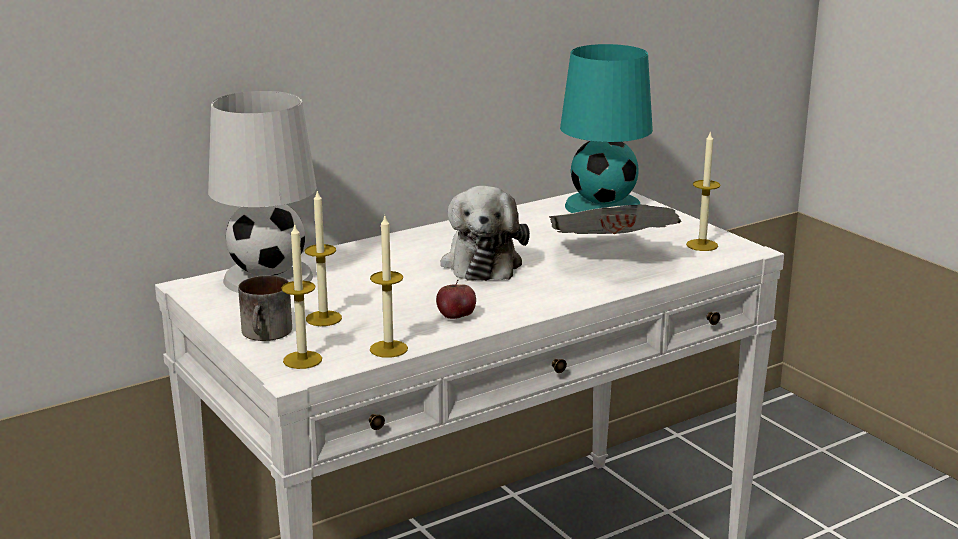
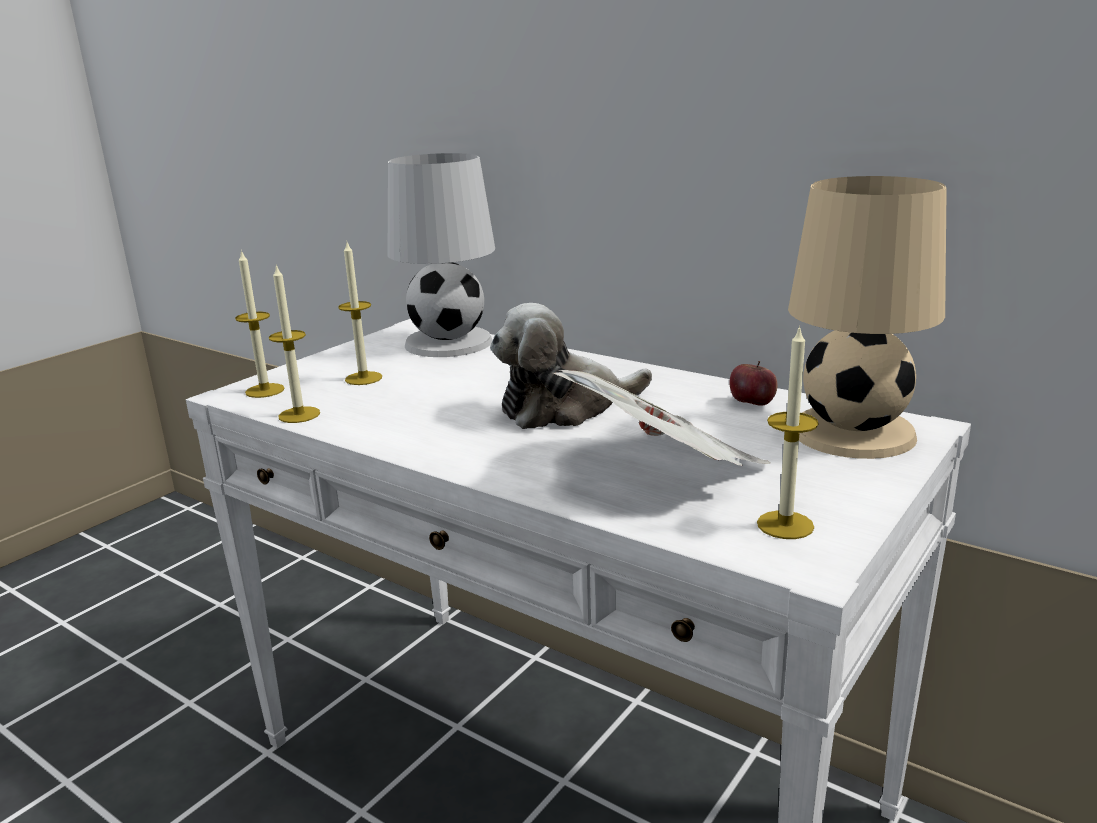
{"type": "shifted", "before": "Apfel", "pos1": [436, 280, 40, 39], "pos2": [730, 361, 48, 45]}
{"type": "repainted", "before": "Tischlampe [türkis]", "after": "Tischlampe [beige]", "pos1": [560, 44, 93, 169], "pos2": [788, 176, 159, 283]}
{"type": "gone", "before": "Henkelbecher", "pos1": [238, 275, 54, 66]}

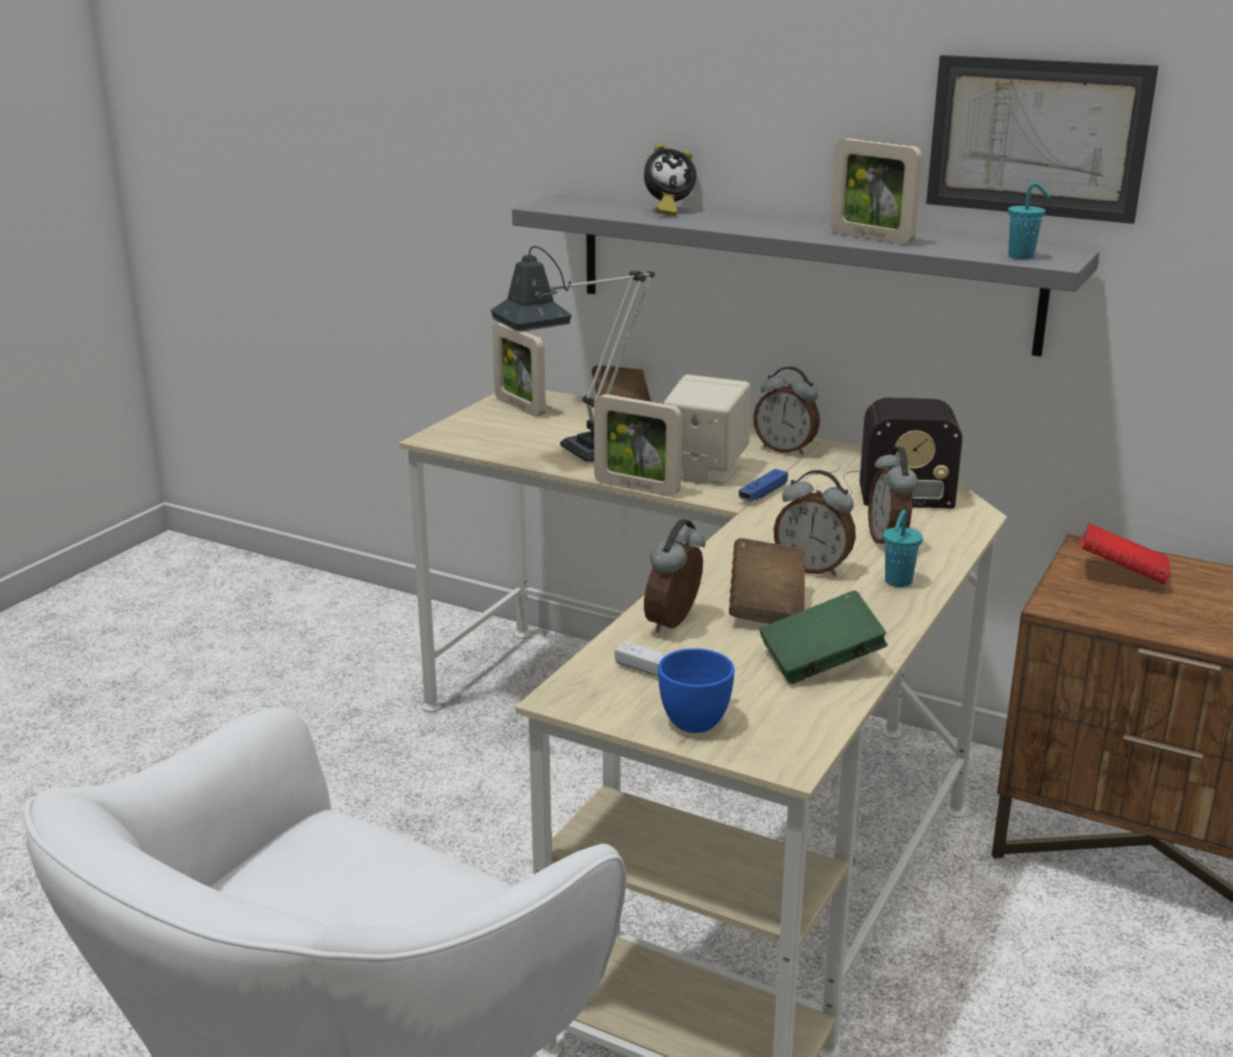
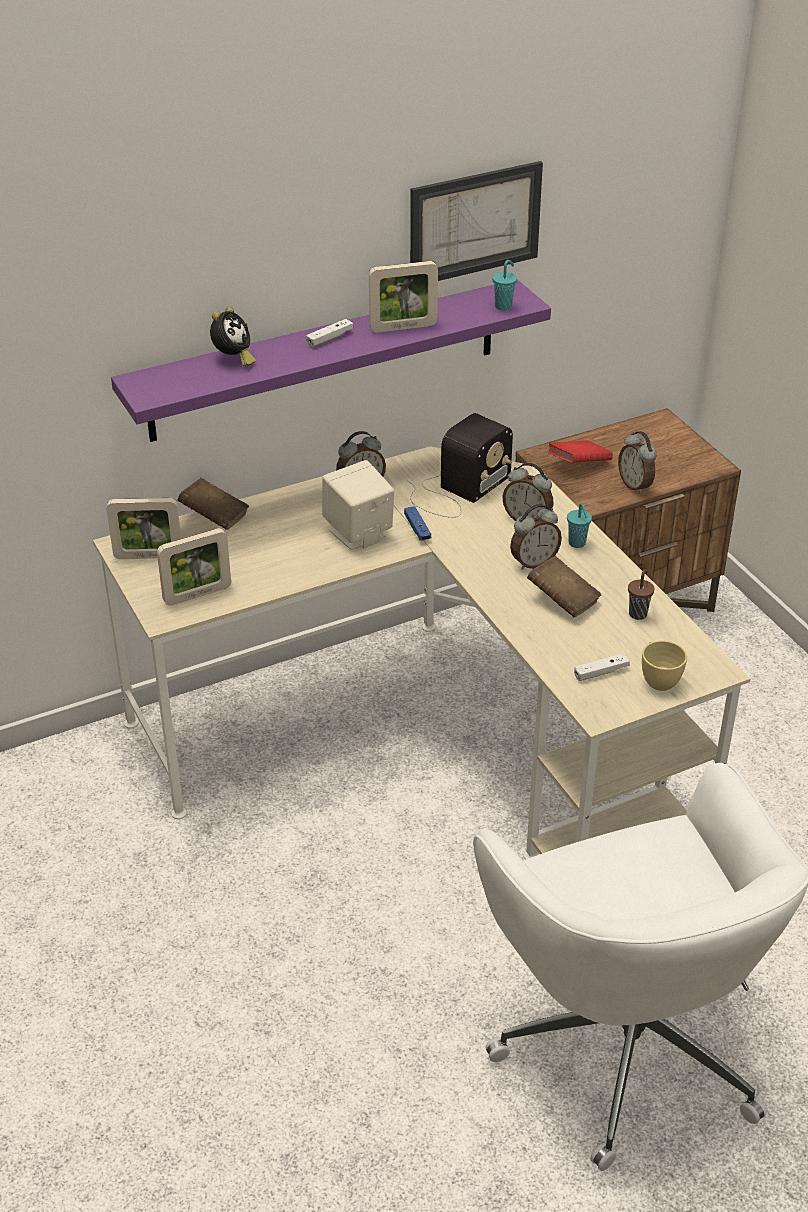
{"type": "repainted", "before": "Wandregal [grau]", "after": "Wandregal [lila]", "pos1": [512, 194, 587, 163], "pos2": [111, 279, 440, 163]}
{"type": "shifted", "before": "Bilderrahmen", "pos1": [594, 394, 88, 102], "pos2": [157, 528, 74, 78]}
{"type": "new", "after": "Gamepad [weiß]", "pos2": [306, 319, 47, 28]}
{"type": "shifted", "before": "Wecker", "pos1": [644, 519, 62, 114], "pos2": [618, 431, 39, 63]}
{"type": "swapped", "before": "Buch [grün]", "after": "Tasse [braun]", "pos1": [760, 590, 128, 94], "pos2": [628, 569, 27, 51]}
{"type": "repainted", "before": "Tasse [blau]", "after": "Tasse [gelb]", "pos1": [658, 648, 76, 85], "pos2": [642, 640, 45, 51]}
{"type": "gone", "before": "Tischlampe", "pos1": [491, 246, 164, 216]}

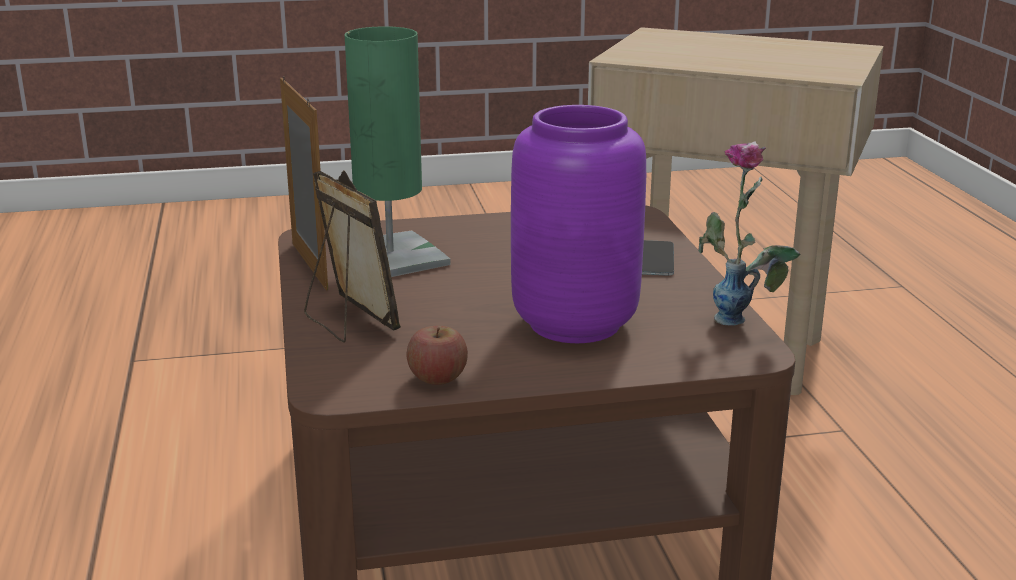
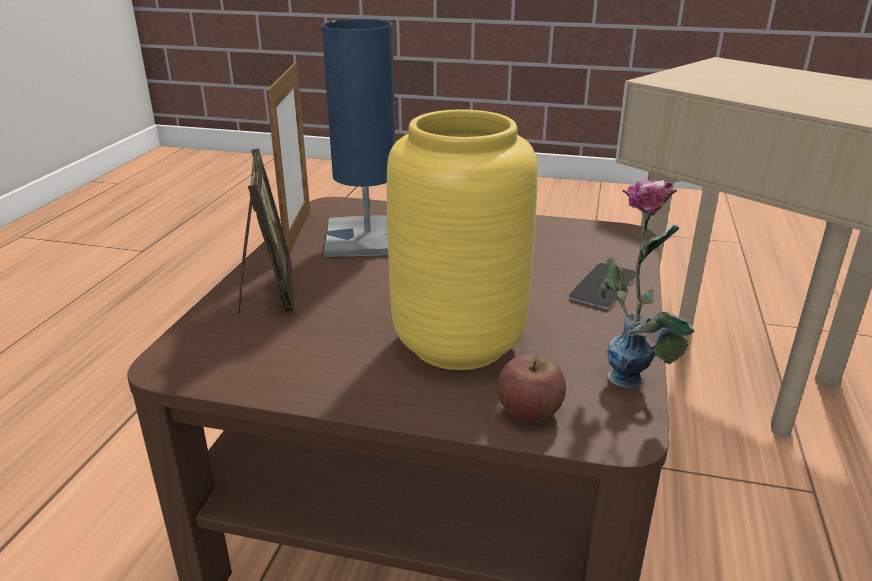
{"type": "repainted", "before": "Tischlampe [grün]", "after": "Tischlampe [blau]", "pos1": [345, 26, 106, 251], "pos2": [322, 19, 74, 238]}
{"type": "repainted", "before": "Vase [lila]", "after": "Vase [gelb]", "pos1": [511, 105, 135, 238], "pos2": [387, 109, 151, 261]}
{"type": "shifted", "before": "Apfel", "pos1": [407, 326, 61, 59], "pos2": [498, 354, 68, 68]}

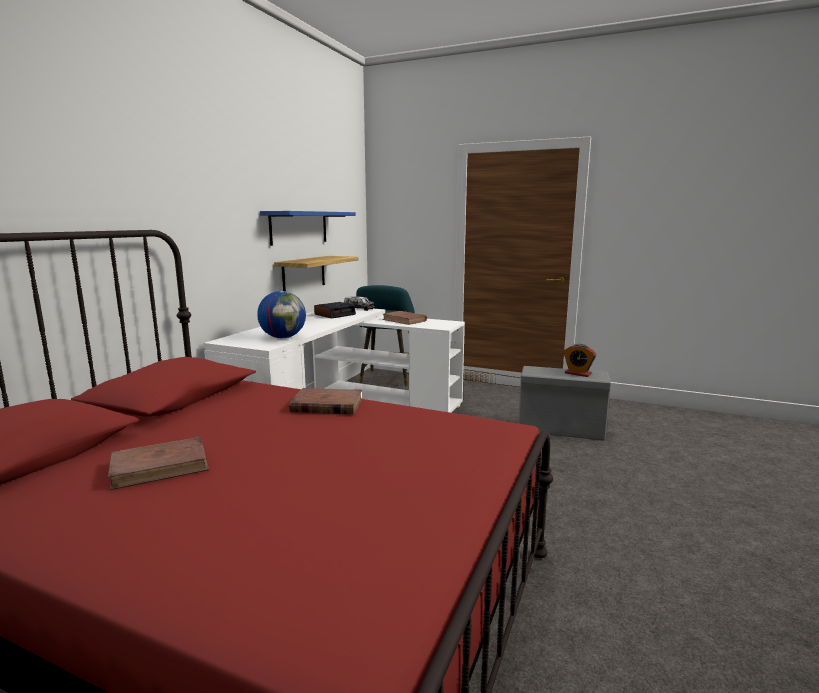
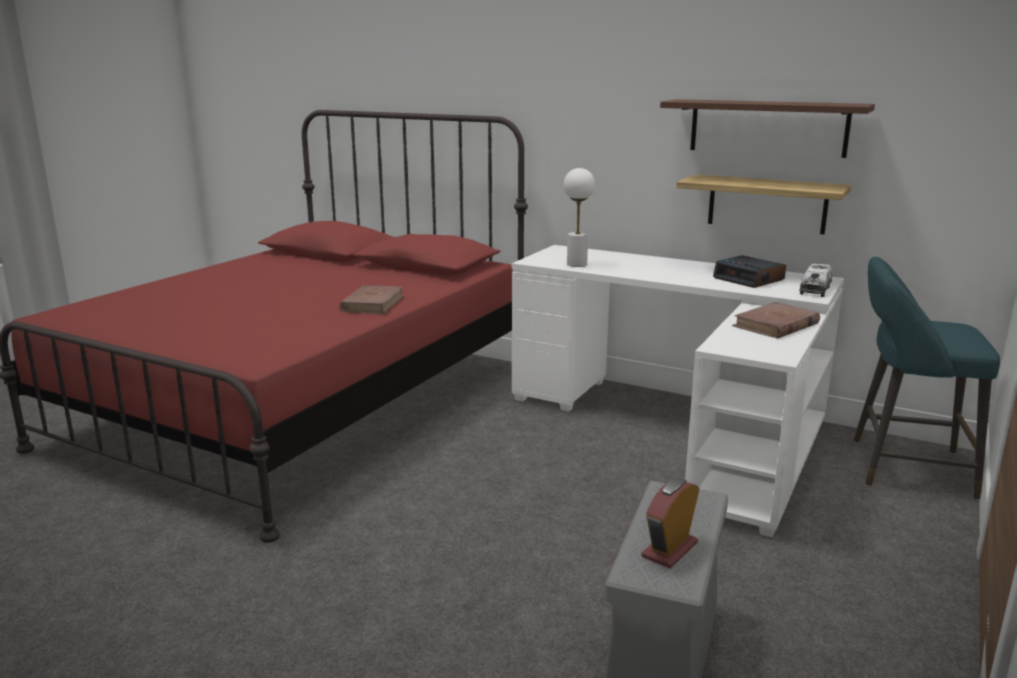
{"type": "swapped", "before": "Globus", "after": "Tischlampe [weiß]", "pos1": [257, 291, 49, 47], "pos2": [564, 168, 31, 99]}
{"type": "repainted", "before": "Wandregal [blau]", "after": "Wandregal [braun]", "pos1": [260, 211, 96, 35], "pos2": [660, 99, 215, 59]}
{"type": "gone", "before": "Buch [braun]", "pos1": [108, 437, 101, 53]}

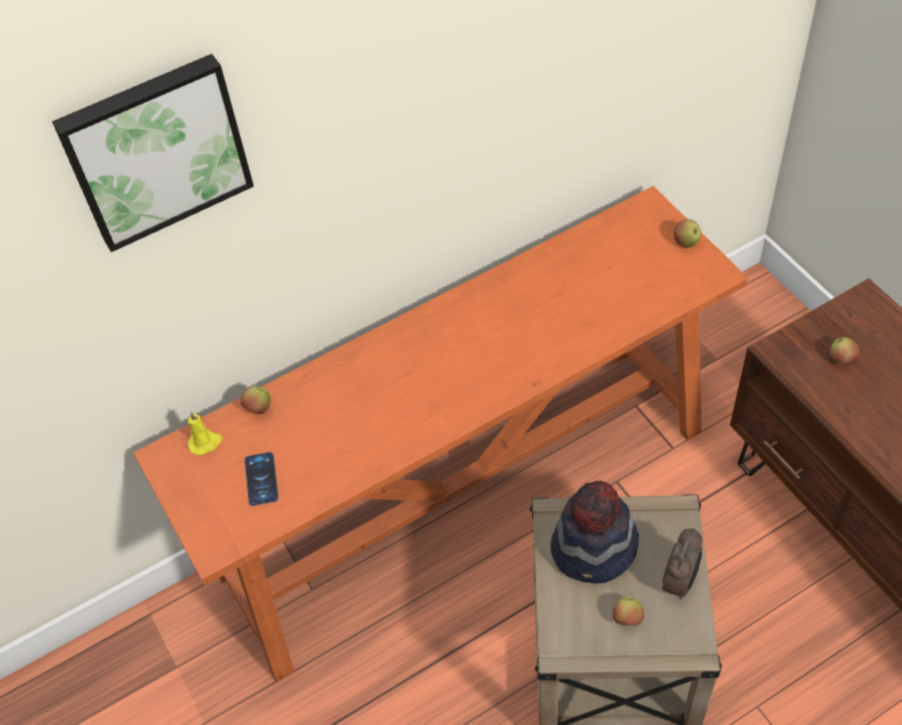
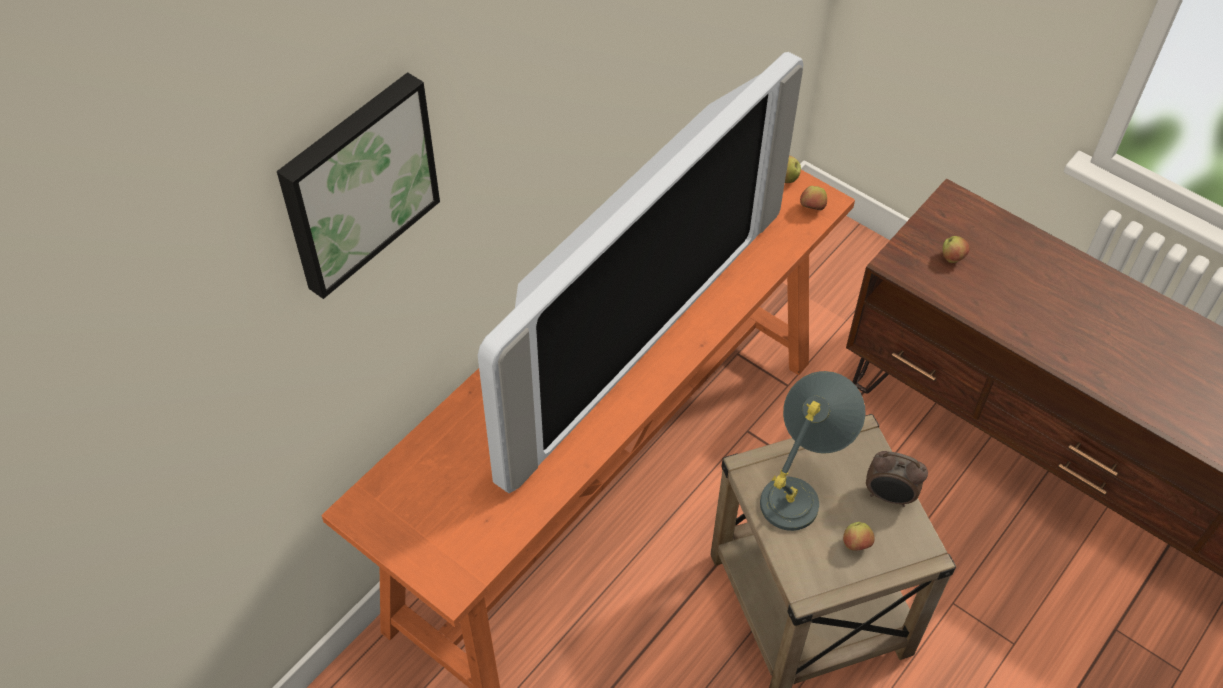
{"type": "new", "after": "Fernseher", "pos2": [478, 52, 325, 441]}
{"type": "swapped", "before": "Hut", "after": "Tischlampe [grau]", "pos1": [550, 481, 89, 103], "pos2": [760, 371, 106, 160]}
{"type": "shifted", "before": "Apfel", "pos1": [241, 386, 30, 28], "pos2": [800, 186, 27, 24]}
{"type": "rotated", "before": "Wecker", "pos1": [662, 528, 40, 71], "pos2": [866, 451, 62, 56], "turn": 105}
{"type": "gone", "before": "Kerze [gelb]", "pos1": [188, 412, 34, 44]}
{"type": "gone", "before": "Handy", "pos1": [245, 452, 33, 54]}

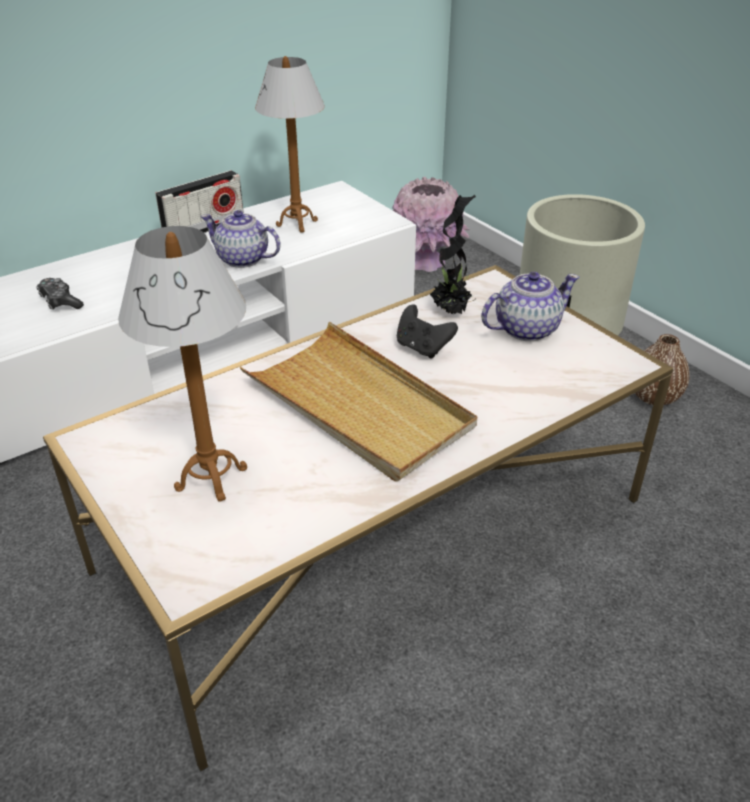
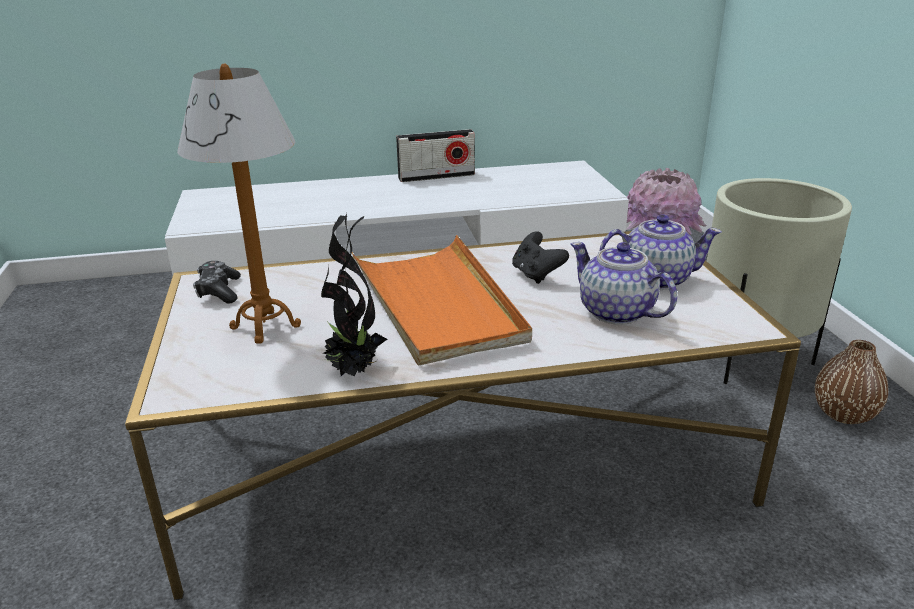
{"type": "shifted", "before": "Gamepad", "pos1": [36, 278, 48, 32], "pos2": [193, 261, 48, 43]}
{"type": "shifted", "before": "Topfpflanze", "pos1": [430, 195, 46, 119], "pos2": [321, 213, 66, 164]}
{"type": "repainted", "before": "Tablett [beige]", "after": "Tablett [orange]", "pos1": [240, 322, 237, 160], "pos2": [352, 235, 180, 131]}
{"type": "shifted", "before": "Teekanne", "pos1": [200, 210, 81, 58], "pos2": [570, 242, 108, 83]}
{"type": "gone", "before": "Tischlampe", "pos1": [255, 56, 70, 177]}

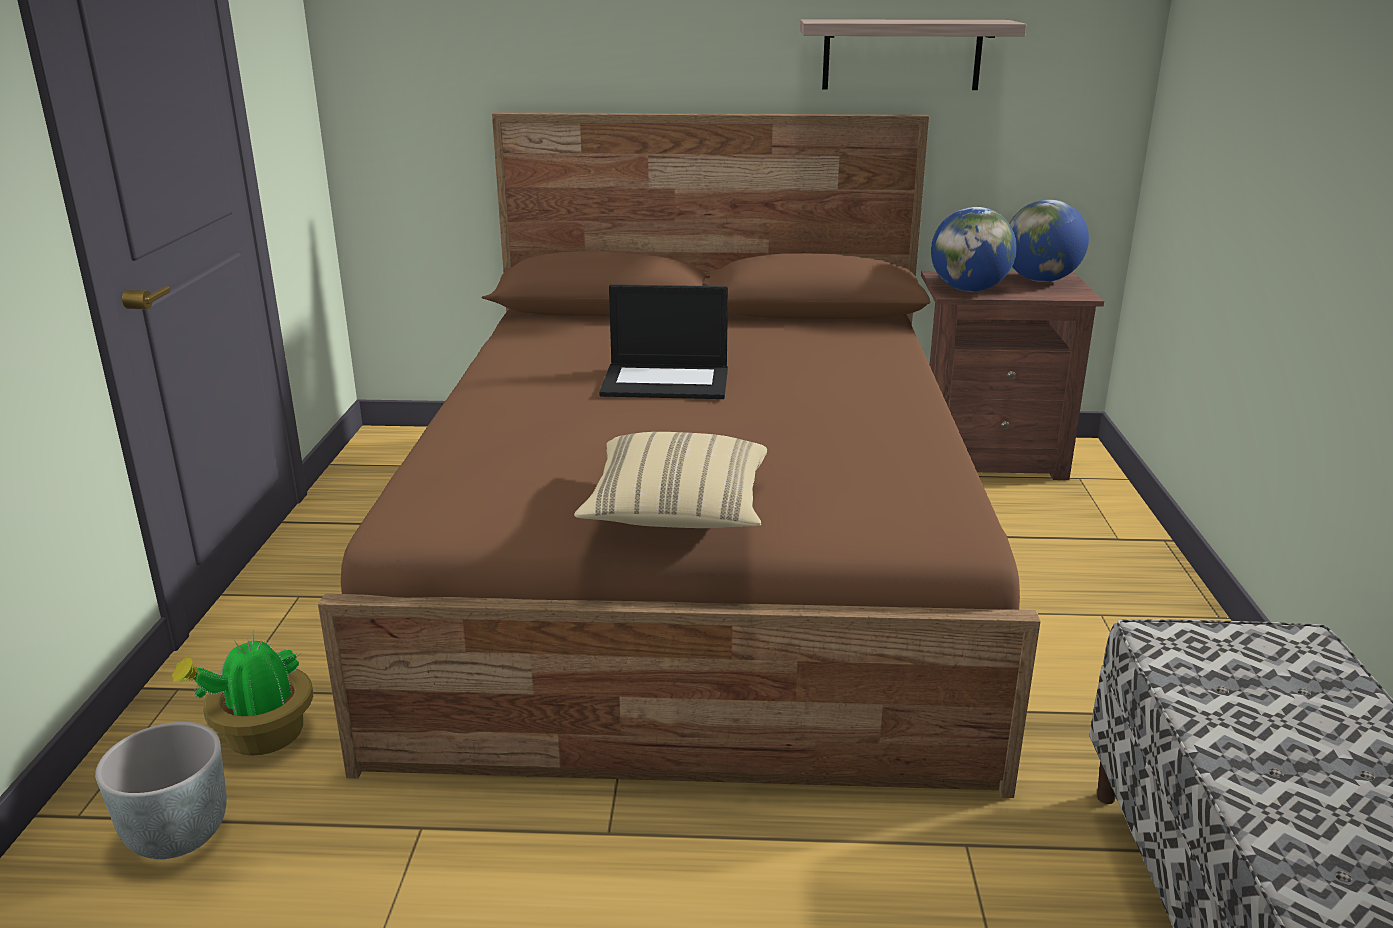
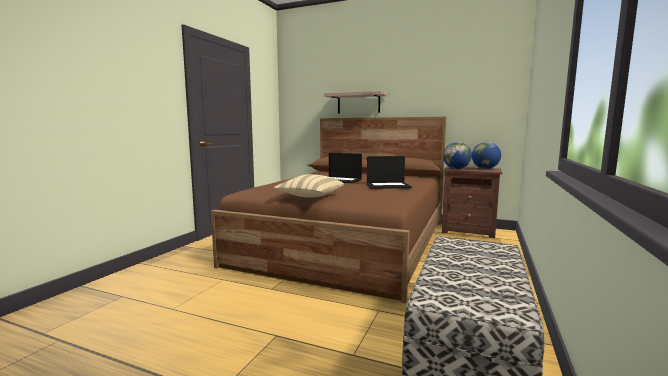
{"type": "shifted", "before": "Wandregal", "pos1": [800, 19, 226, 71], "pos2": [324, 91, 63, 22]}
{"type": "new", "after": "Laptop", "pos2": [366, 156, 46, 33]}
{"type": "gone", "before": "Pflanzkübel [grau]", "pos1": [95, 722, 132, 137]}
{"type": "gone", "before": "Topfpflanze", "pos1": [172, 635, 141, 121]}

